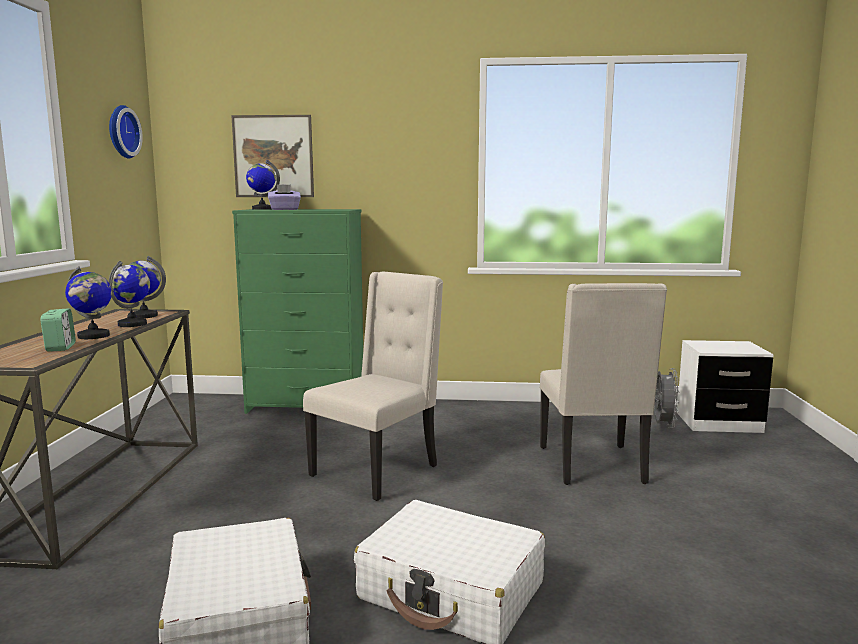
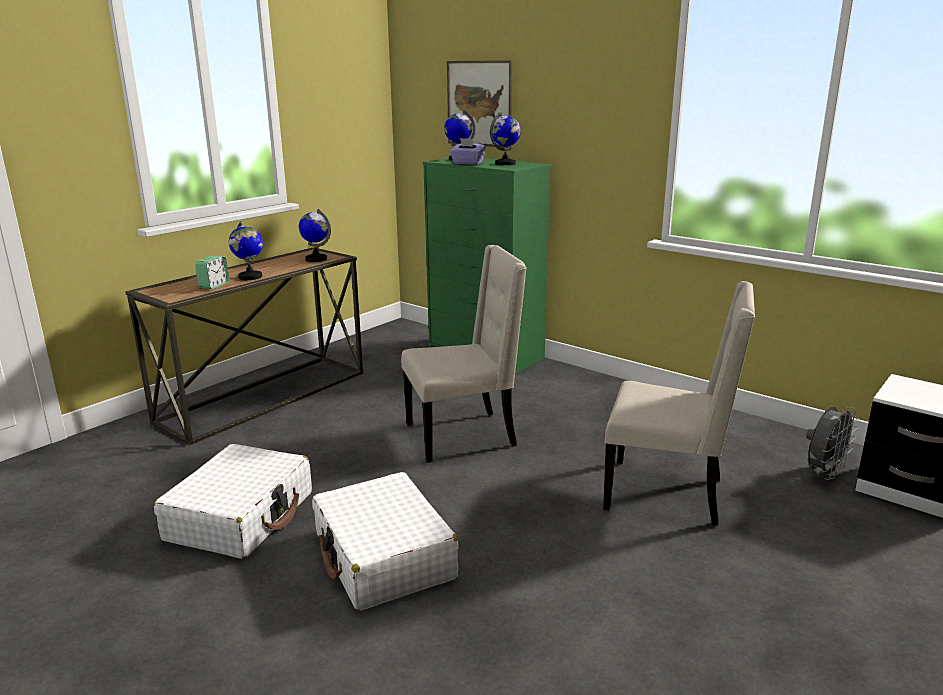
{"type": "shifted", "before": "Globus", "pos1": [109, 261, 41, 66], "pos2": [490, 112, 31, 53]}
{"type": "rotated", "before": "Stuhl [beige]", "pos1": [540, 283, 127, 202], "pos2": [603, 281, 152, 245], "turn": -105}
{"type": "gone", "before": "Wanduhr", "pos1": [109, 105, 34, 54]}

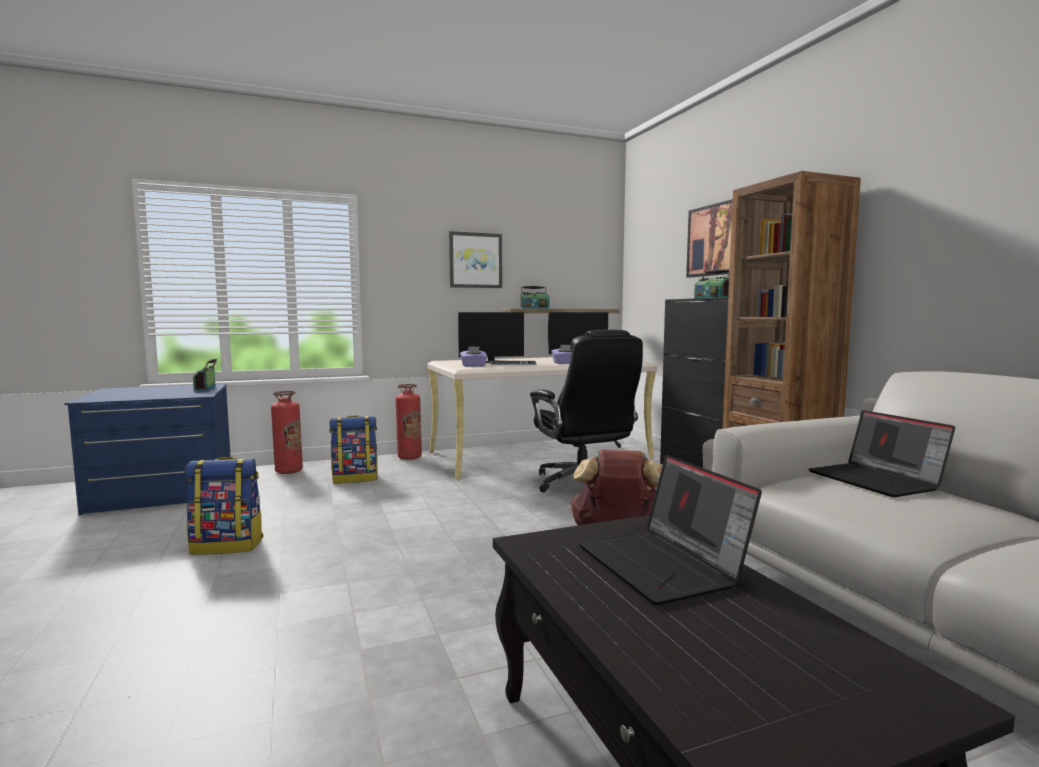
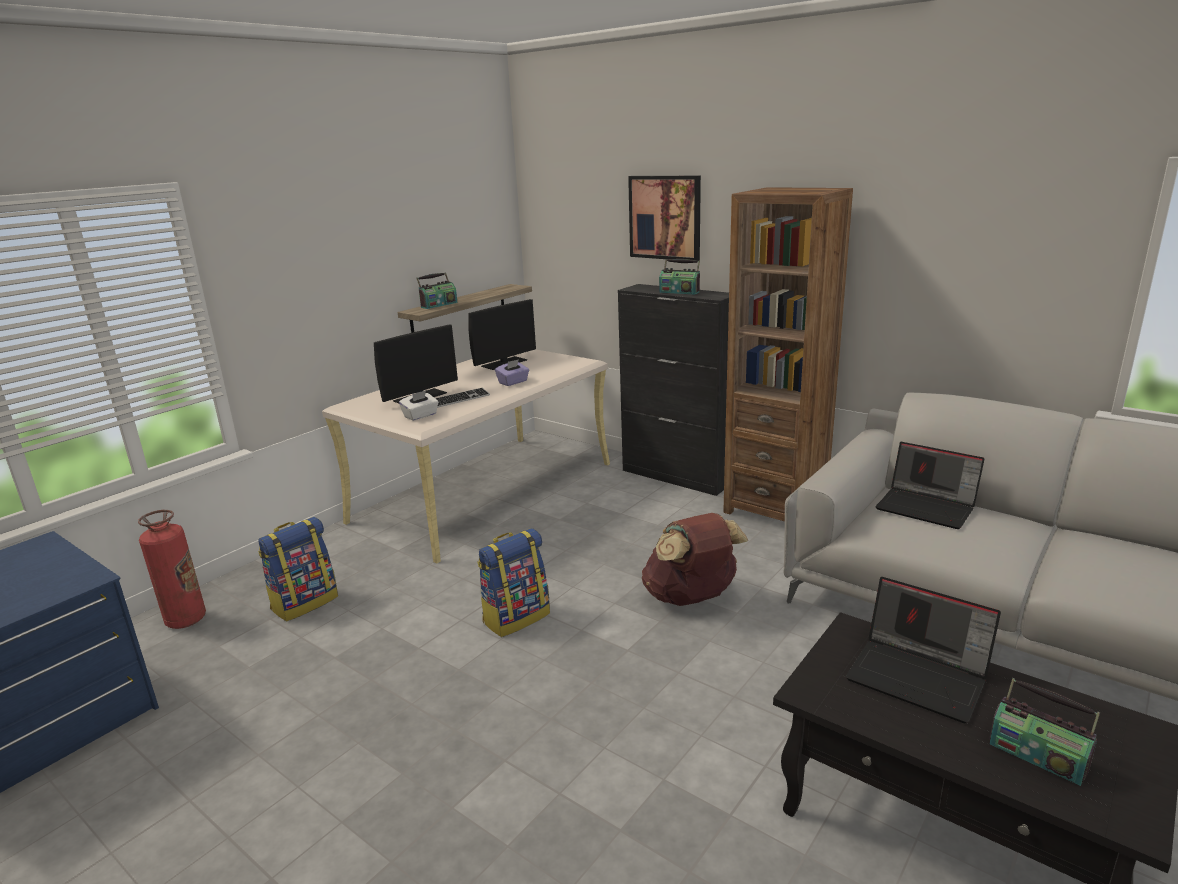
{"type": "repainted", "before": "Taschentuchbox [lila]", "after": "Taschentuchbox [weiß]", "pos1": [460, 346, 27, 21], "pos2": [399, 390, 40, 31]}
{"type": "shifted", "before": "Rucksack", "pos1": [185, 457, 78, 98], "pos2": [477, 528, 73, 109]}
{"type": "shifted", "before": "Radio", "pos1": [193, 359, 24, 32], "pos2": [989, 678, 111, 108]}
{"type": "gone", "before": "Feuerlöscher", "pos1": [396, 384, 26, 76]}
{"type": "gone", "before": "Bild", "pos1": [449, 231, 53, 57]}
{"type": "gone", "before": "Bürostuhl [schwarz]", "pos1": [530, 329, 113, 163]}

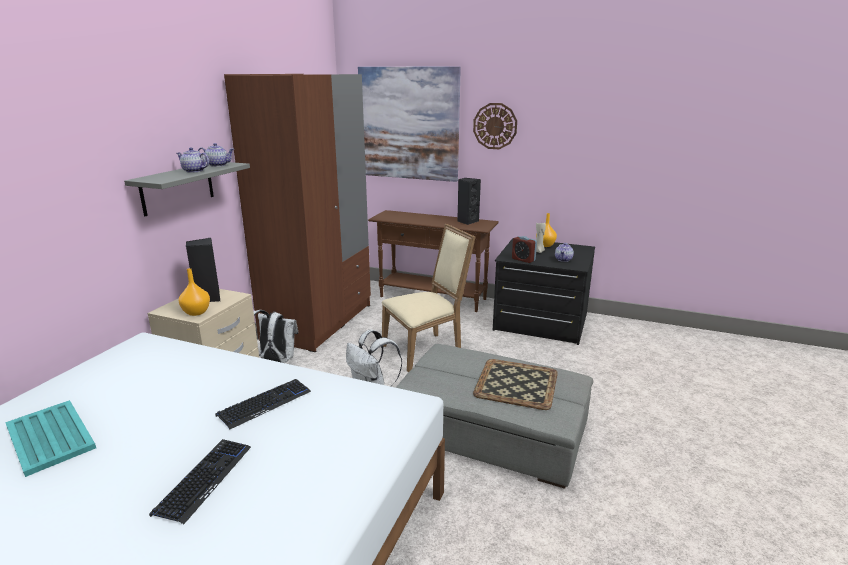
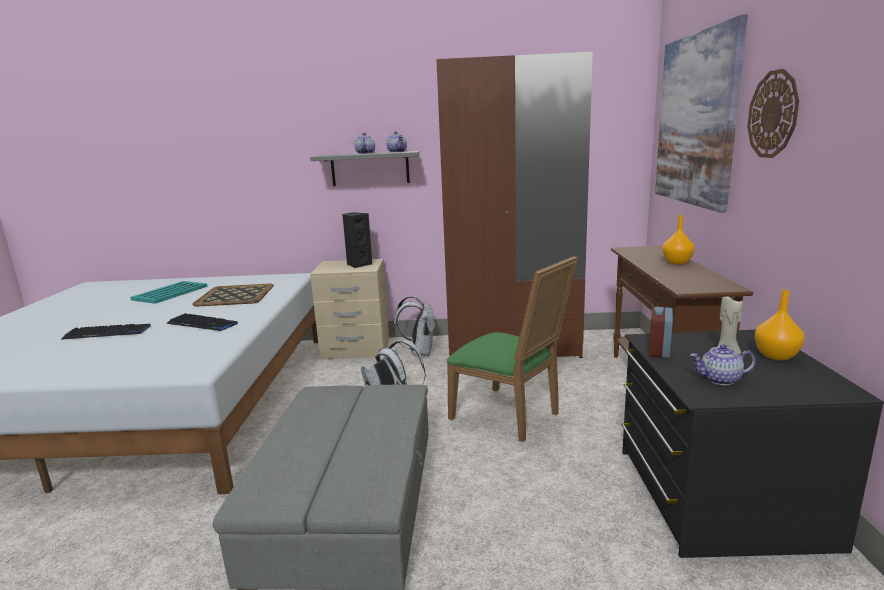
{"type": "shifted", "before": "Tablett", "pos1": [473, 359, 85, 51], "pos2": [192, 284, 82, 23]}
{"type": "repainted", "before": "Stuhl [beige]", "after": "Stuhl [grün]", "pos1": [382, 224, 93, 149], "pos2": [447, 256, 131, 186]}
{"type": "shifted", "before": "Vase [orange]", "pos1": [179, 268, 31, 48], "pos2": [662, 215, 32, 50]}
{"type": "gone", "before": "Lautsprecher [schwarz]", "pos1": [457, 178, 24, 47]}

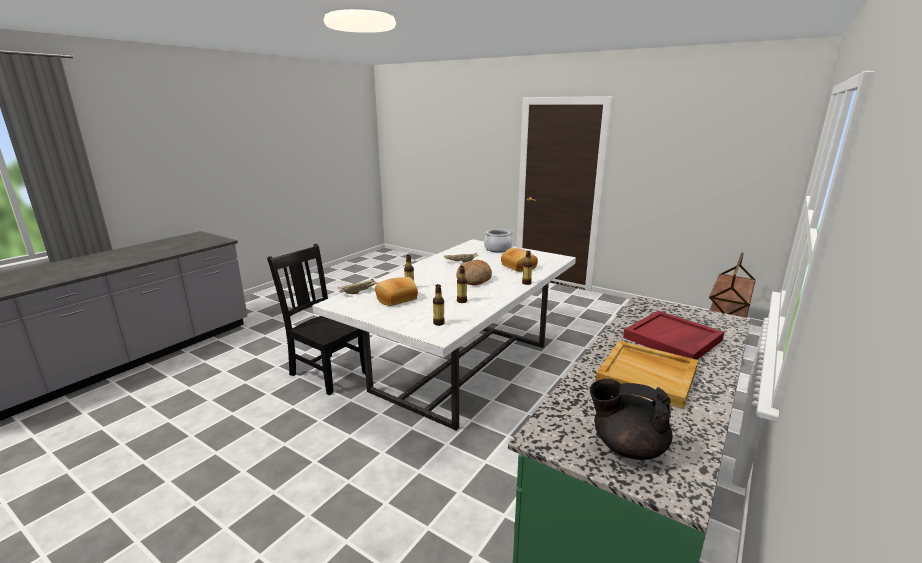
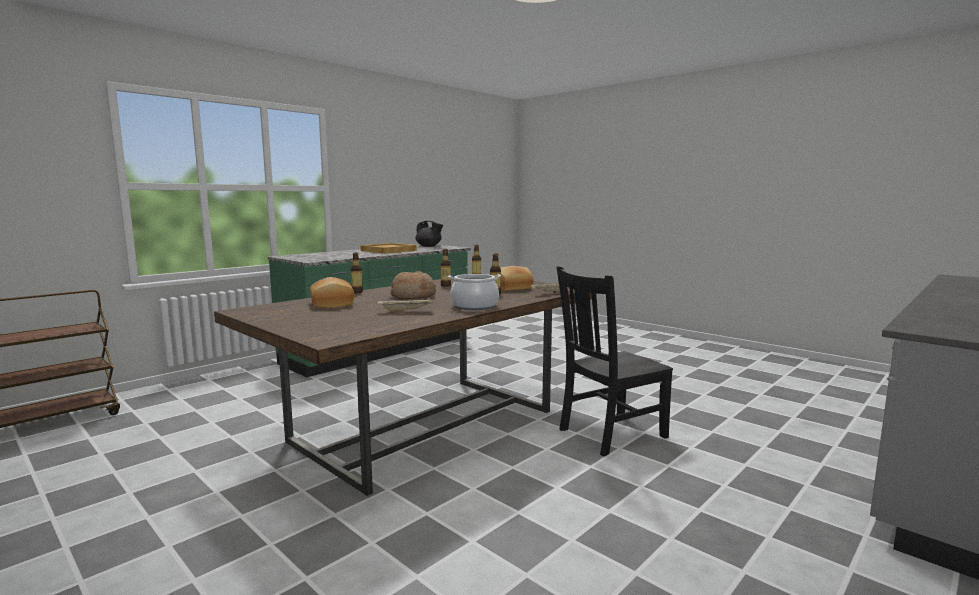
{"type": "repainted", "before": "Esstisch [weiß]", "after": "Esstisch [braun]", "pos1": [313, 239, 263, 192], "pos2": [214, 278, 378, 218]}
{"type": "shifted", "before": "Kochtopf", "pos1": [483, 229, 31, 24], "pos2": [448, 274, 53, 36]}
{"type": "rotated", "before": "Stuhl [schwarz]", "pos1": [267, 244, 98, 151], "pos2": [556, 266, 117, 190], "turn": 105}
{"type": "gone", "before": "Tablett [rot]", "pos1": [623, 311, 101, 49]}

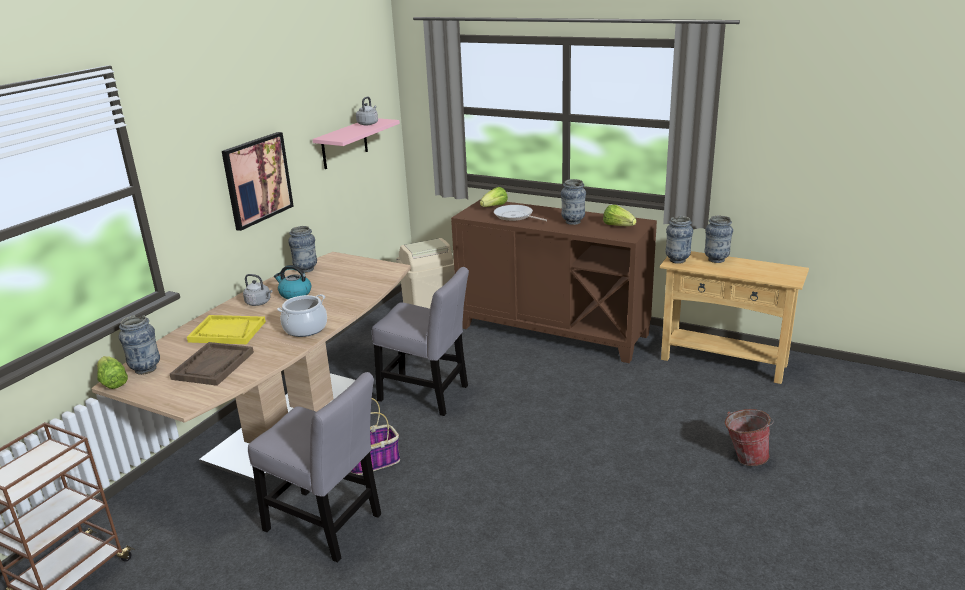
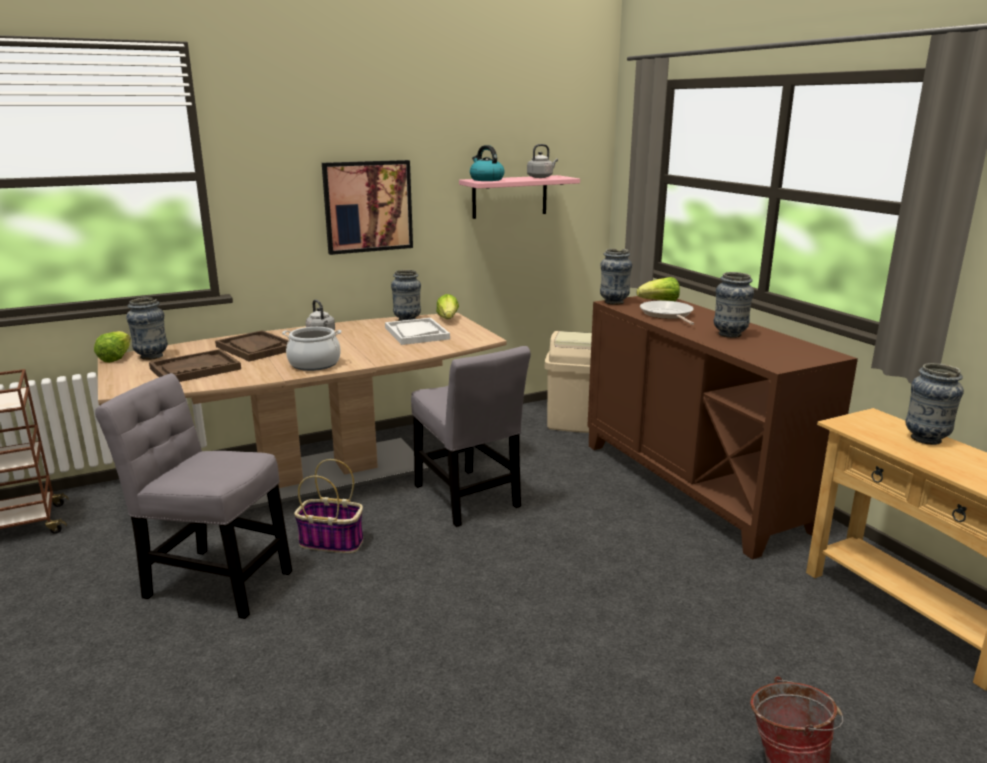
{"type": "rotated", "before": "Stuhl [grau]", "pos1": [248, 372, 133, 190], "pos2": [95, 373, 197, 246], "turn": 135}
{"type": "repainted", "before": "Tablett [gelb]", "after": "Tablett [braun]", "pos1": [187, 315, 79, 29], "pos2": [215, 330, 74, 32]}
{"type": "new", "after": "Tablett [weiß]", "pos2": [385, 318, 65, 27]}
{"type": "shifted", "before": "Salatkopf", "pos1": [603, 205, 33, 21], "pos2": [436, 294, 23, 25]}
{"type": "shifted", "before": "Wasserkessel", "pos1": [274, 265, 37, 34], "pos2": [470, 145, 34, 36]}
{"type": "shifted", "before": "Vase", "pos1": [666, 216, 27, 48], "pos2": [600, 248, 32, 57]}

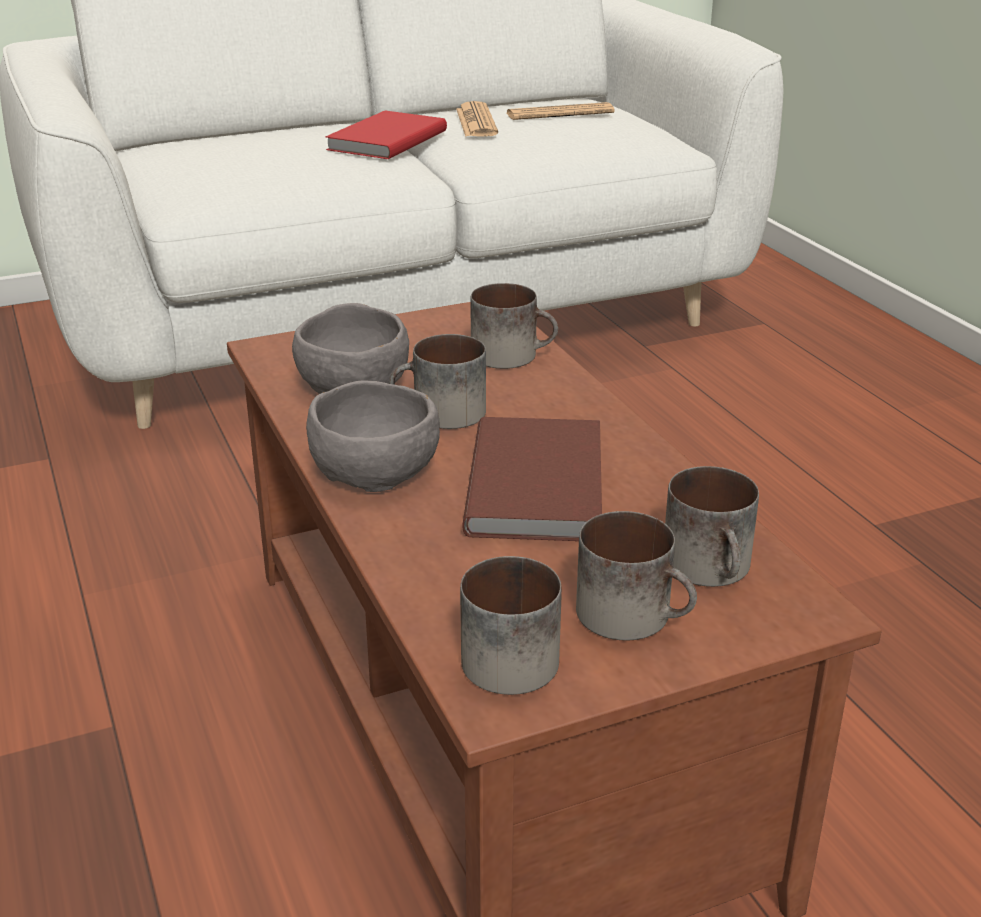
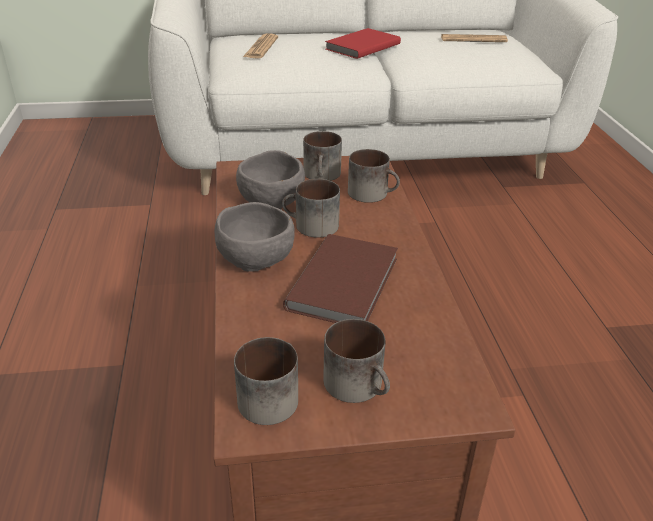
{"type": "shifted", "before": "Zeitung", "pos1": [456, 101, 42, 36], "pos2": [243, 33, 35, 26]}
{"type": "shifted", "before": "Henkelbecher", "pos1": [665, 466, 94, 121], "pos2": [303, 131, 39, 50]}

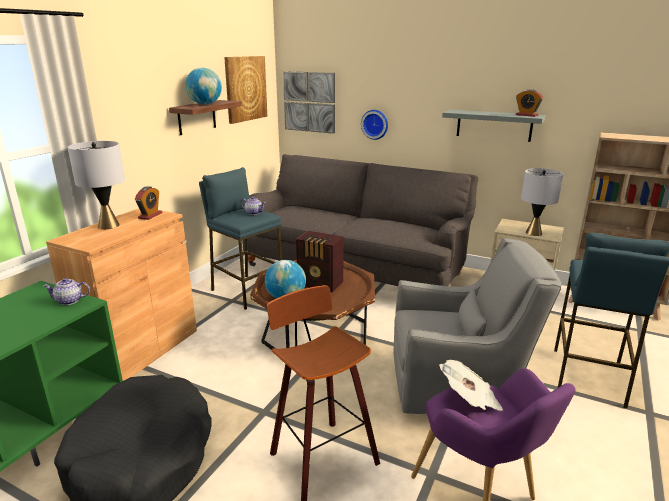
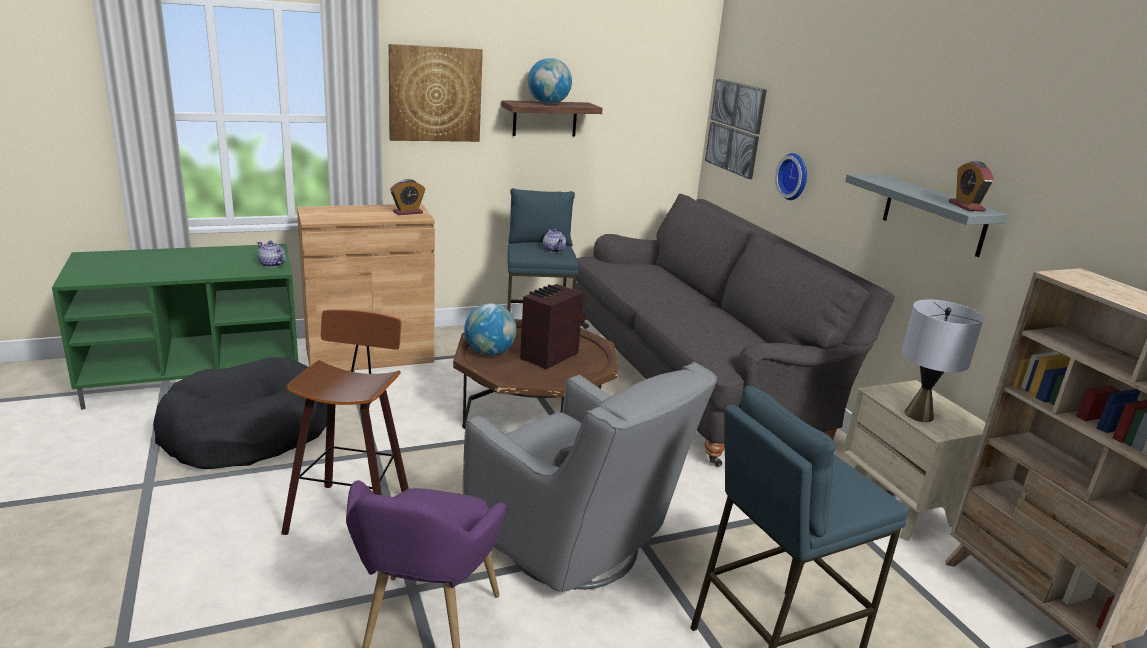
{"type": "shifted", "before": "Bild", "pos1": [224, 56, 43, 68], "pos2": [389, 44, 94, 98]}
{"type": "rotated", "before": "Radio", "pos1": [296, 231, 48, 62], "pos2": [520, 284, 63, 85], "turn": 60}
{"type": "gone", "before": "Tischlampe [grau]", "pos1": [67, 141, 58, 88]}
{"type": "gone", "before": "Zeitung", "pos1": [439, 360, 64, 51]}

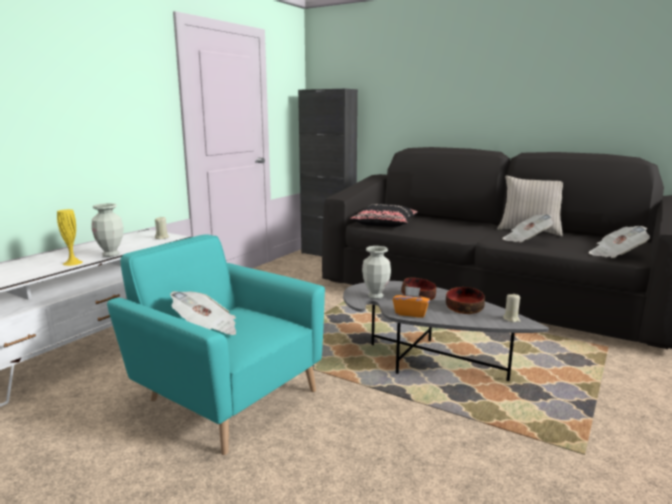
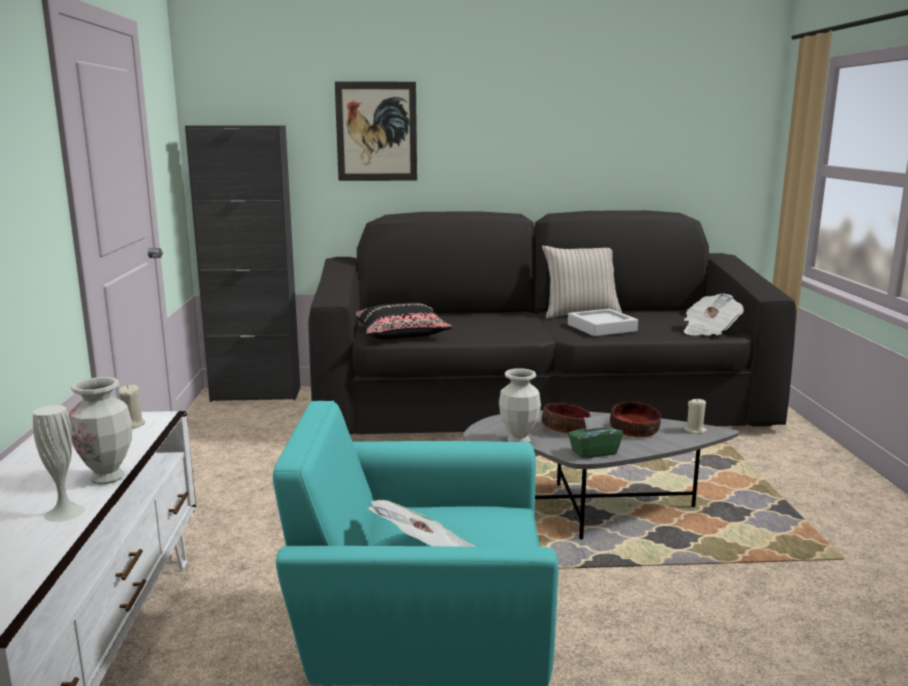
{"type": "repainted", "before": "Vase [gelb]", "after": "Vase [weiß]", "pos1": [57, 209, 26, 57], "pos2": [33, 405, 52, 117]}
{"type": "new", "after": "Bild", "pos2": [335, 81, 82, 100]}
{"type": "swapped", "before": "Zeitung", "after": "Tablett [grau]", "pos1": [503, 214, 50, 28], "pos2": [568, 309, 70, 27]}
{"type": "repainted", "before": "Taschentuchbox [orange]", "after": "Taschentuchbox [grün]", "pos1": [393, 286, 37, 32], "pos2": [568, 415, 55, 44]}

